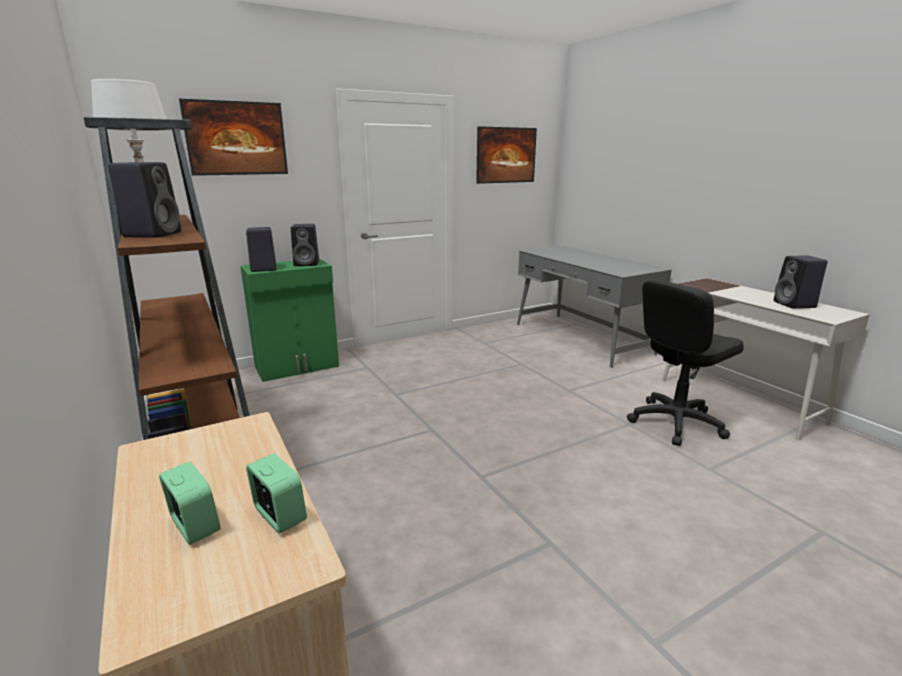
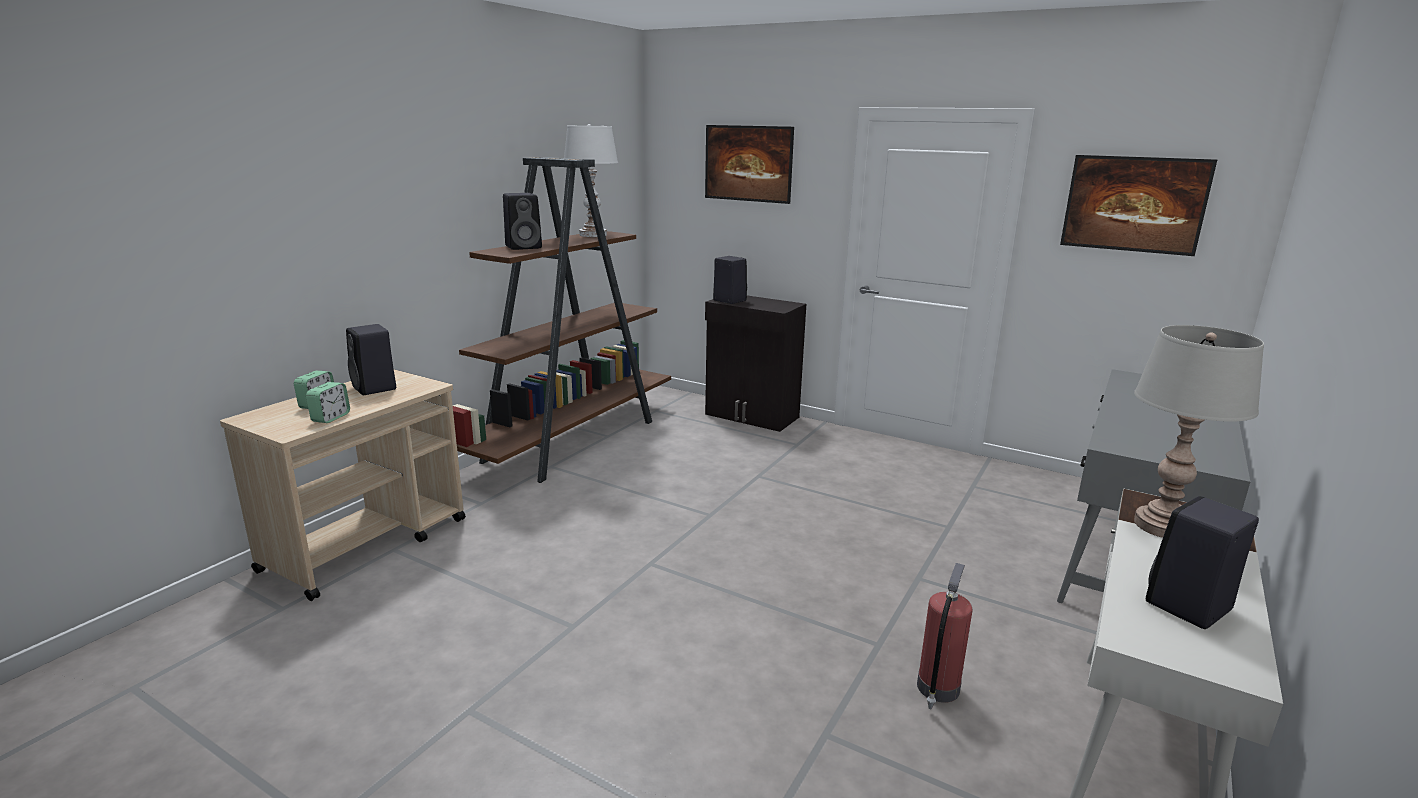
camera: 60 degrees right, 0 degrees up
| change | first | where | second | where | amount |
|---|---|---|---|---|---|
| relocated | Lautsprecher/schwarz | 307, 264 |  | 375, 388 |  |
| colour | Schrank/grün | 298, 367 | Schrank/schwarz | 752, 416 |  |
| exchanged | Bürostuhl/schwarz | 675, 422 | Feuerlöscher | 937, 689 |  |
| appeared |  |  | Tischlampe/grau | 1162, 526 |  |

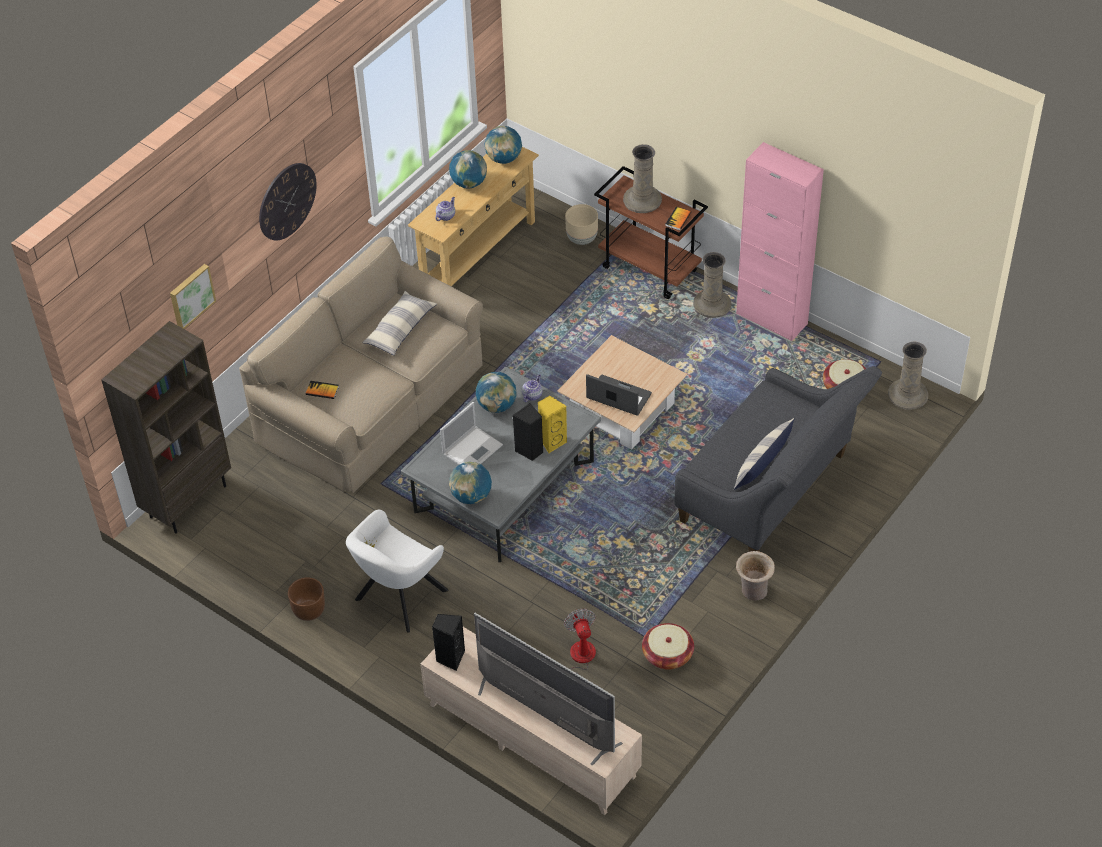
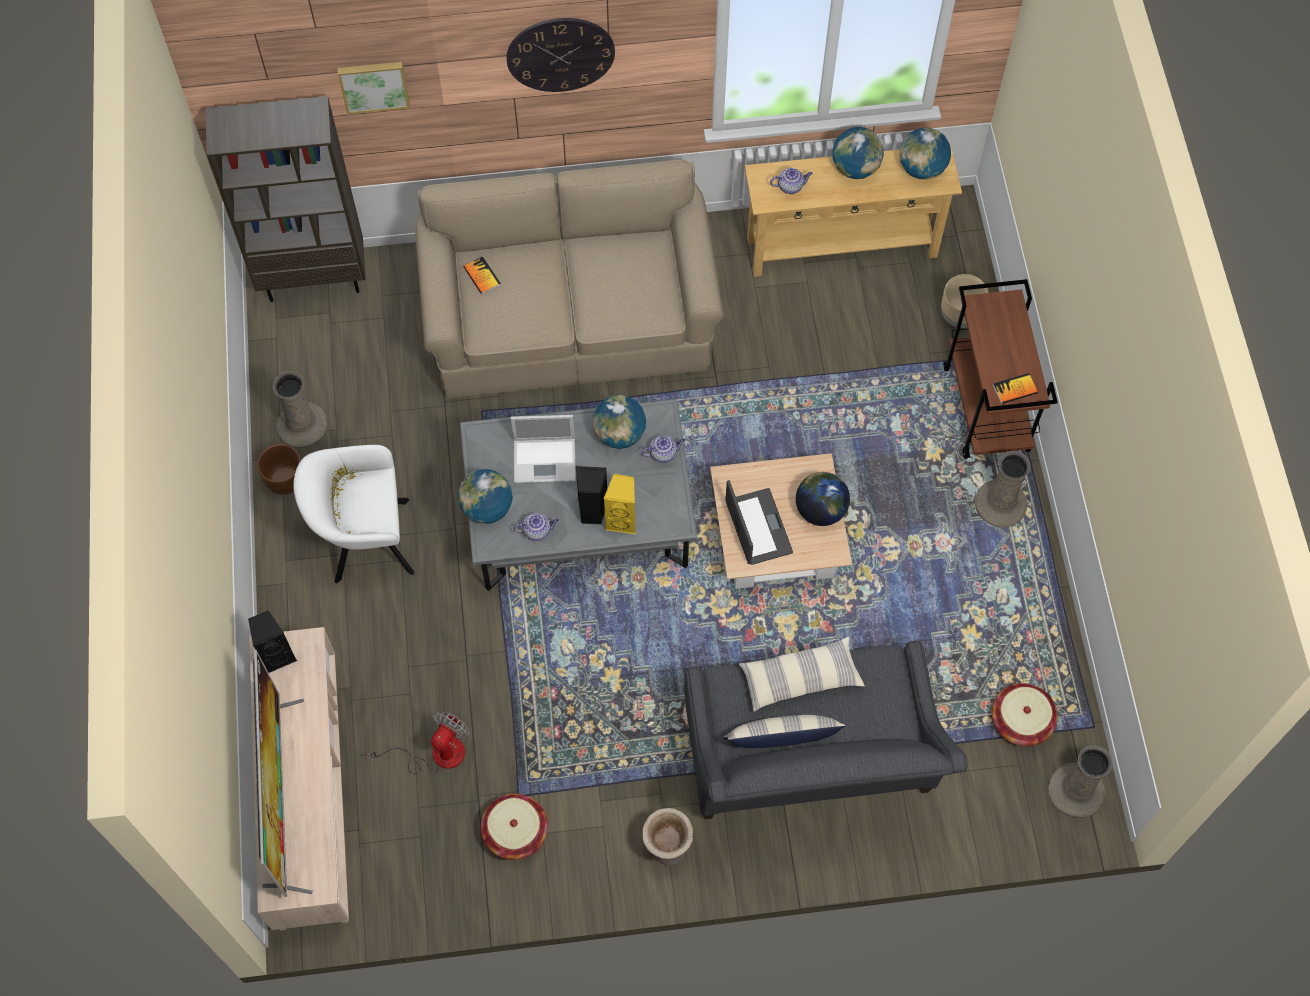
camera: 45 degrees right, 15 degrees up
| change | first | where | second | where | amount |
|---|---|---|---|---|---|
| relocated | Vase/beige | 642, 200 |  | 301, 425 |  |
| appeared |  |  | Teekanne | 537, 531 |  |
| relocated | Kissen | 400, 329 |  | 800, 679 |  |
| appeared |  |  | Globus | 820, 510 |  |
| missing | Schrank/rosa | 771, 319 |  |  |  |

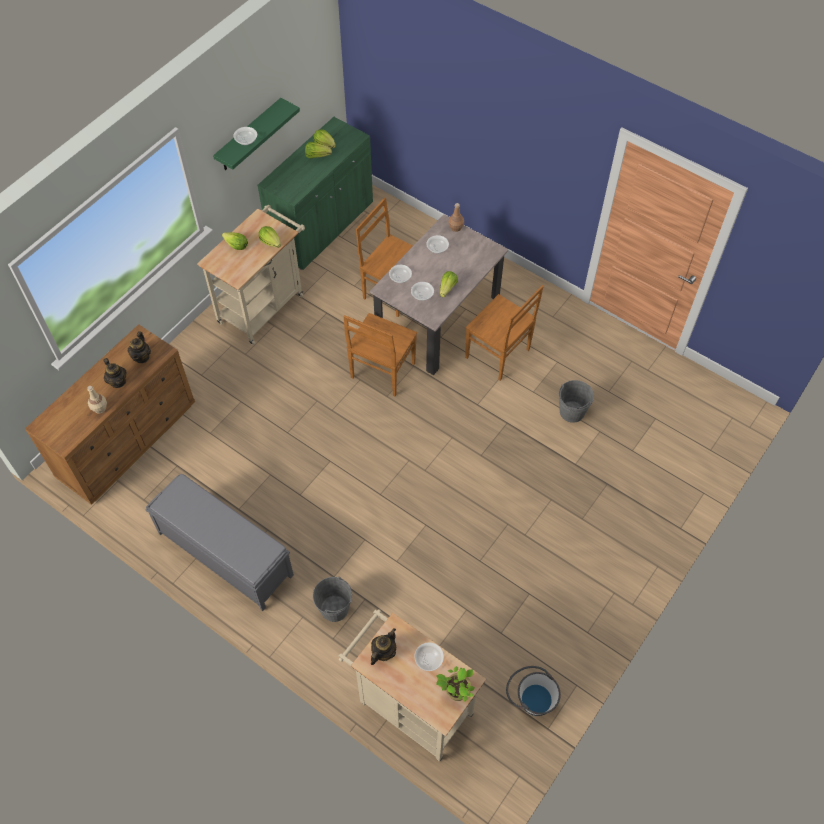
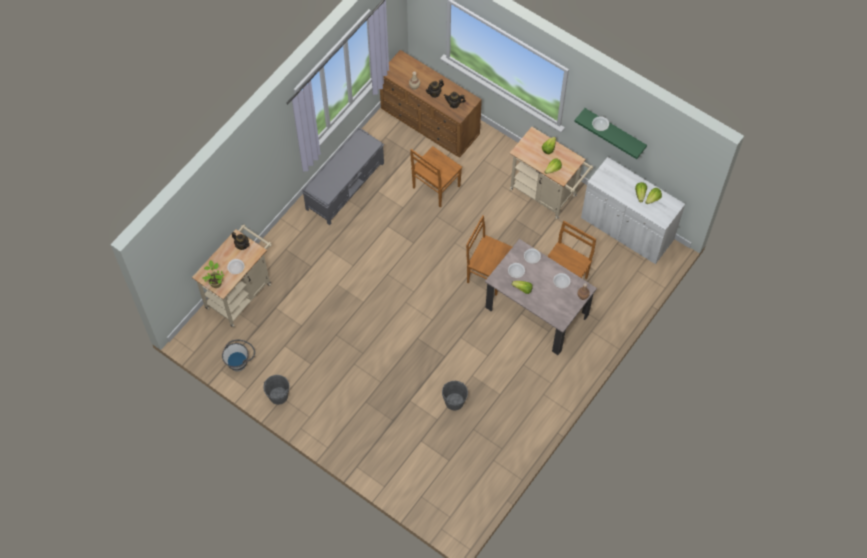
camera: 90 degrees right, 5 degrees up
| change | first | where | second | where | amount |
|---|---|---|---|---|---|
| relocated | Eimer/grau | 334, 608 |  | 278, 395 |  |
| relocated | Stuhl/braun | 499, 355 |  | 435, 188 |  |
| colour | Schrank/grün | 322, 226 | Schrank/weiß | 627, 229 |  |

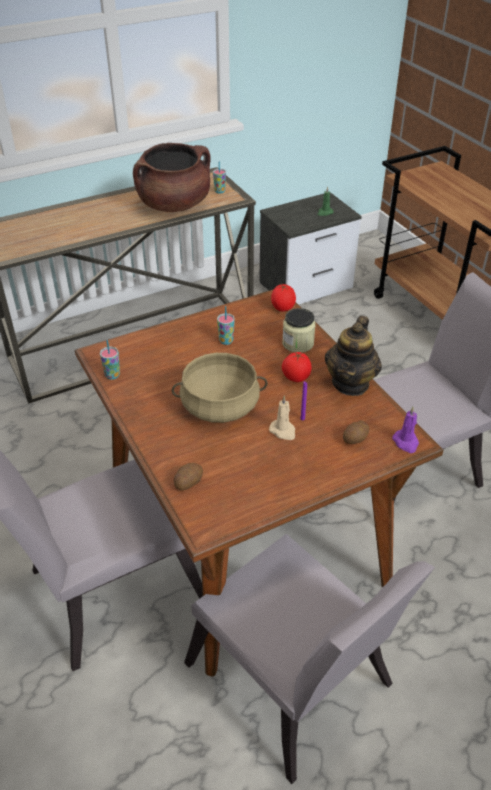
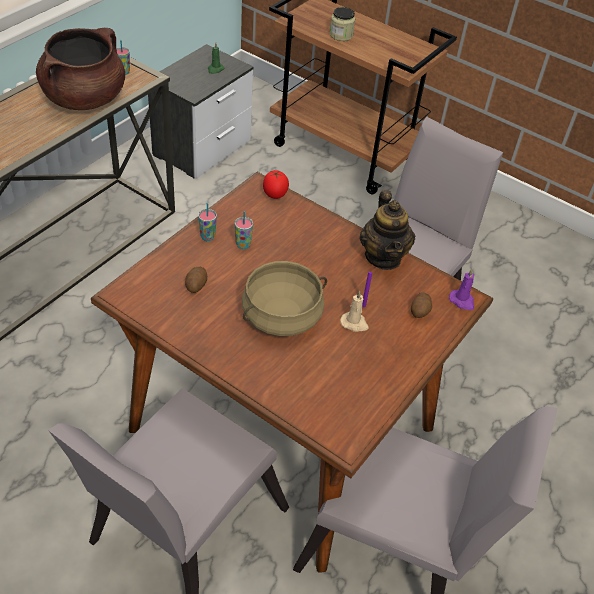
camera: 30 degrees left, 5 degrees up
| change | first | where | second | where | amount |
|---|---|---|---|---|---|
| relocated | Kartoffel | 188, 482 |  | 196, 285 |  |
| relocated | Tasse | 112, 375 |  | 207, 237 |  |
| relocated | Vorratsglas | 298, 343 |  | 341, 35 |  |
| missing | Tomate | 295, 378 |  |  |  |

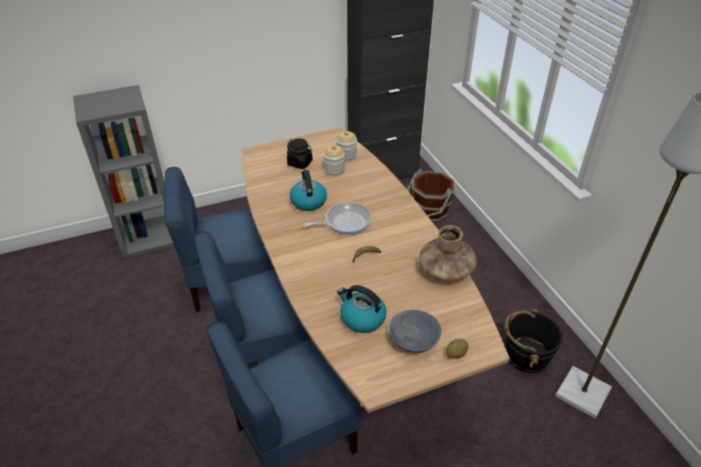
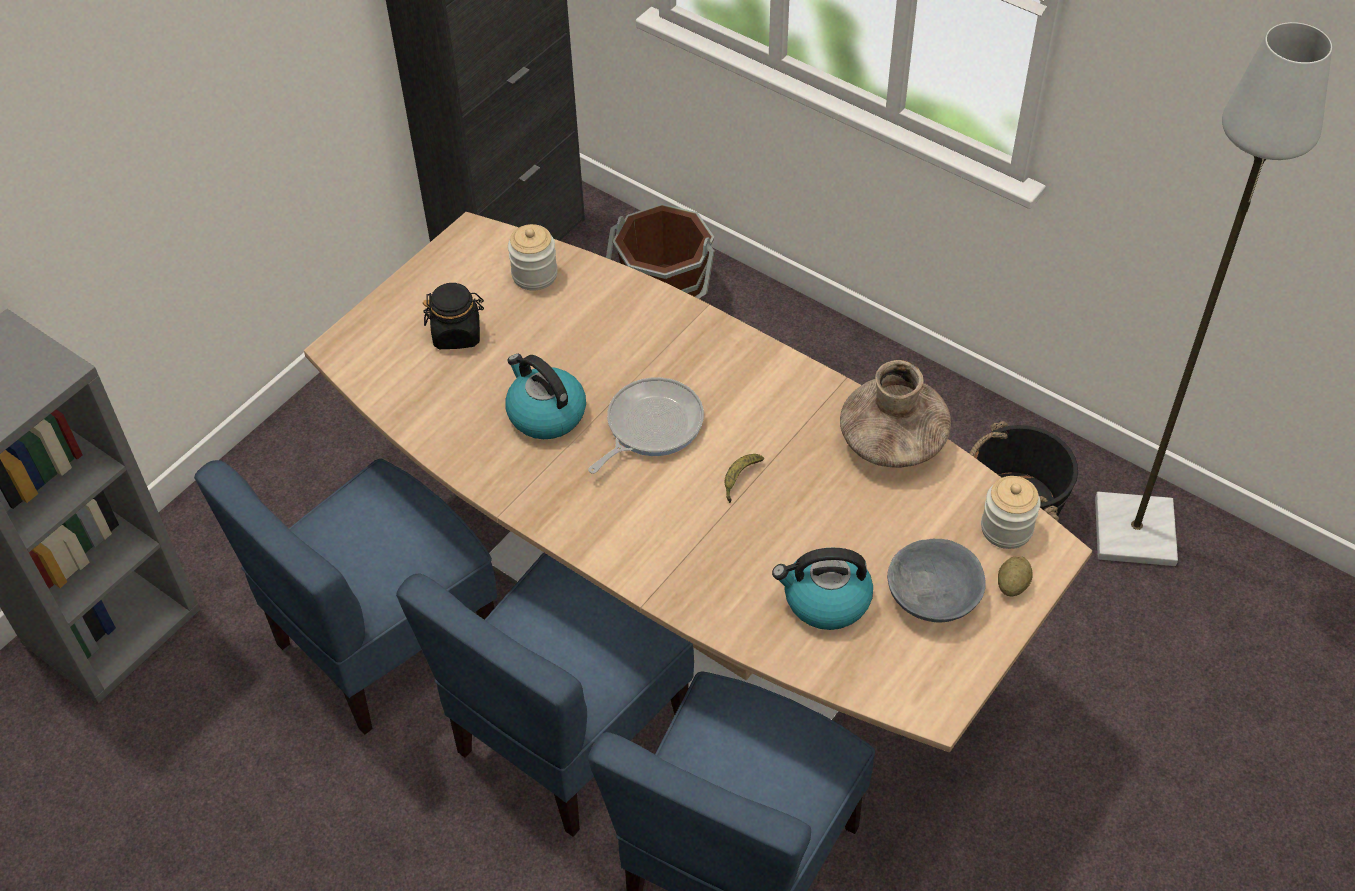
camera: 30 degrees left, 10 degrees up
| change | first | where | second | where | amount |
|---|---|---|---|---|---|
| relocated | Vorratsglas | 334, 170 |  | 1006, 528 |  |

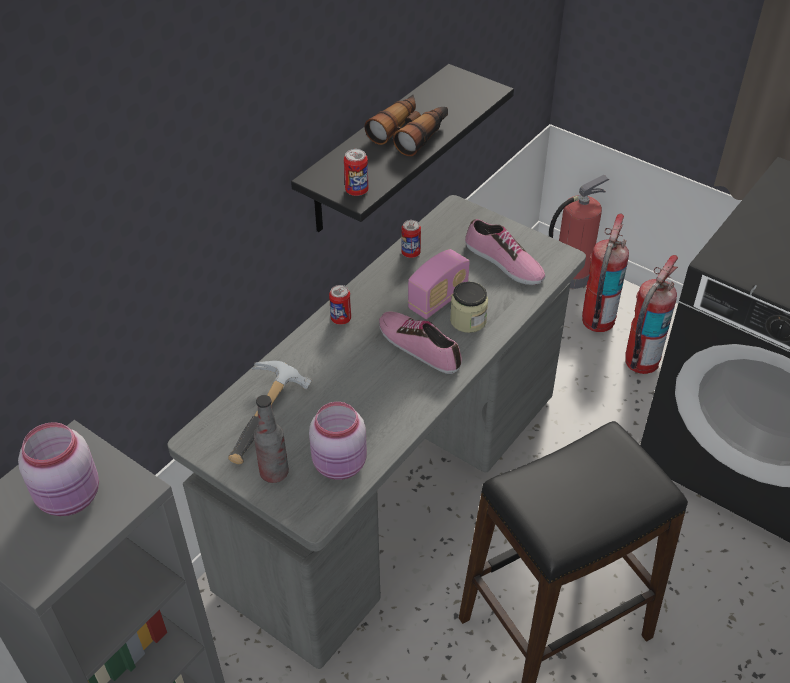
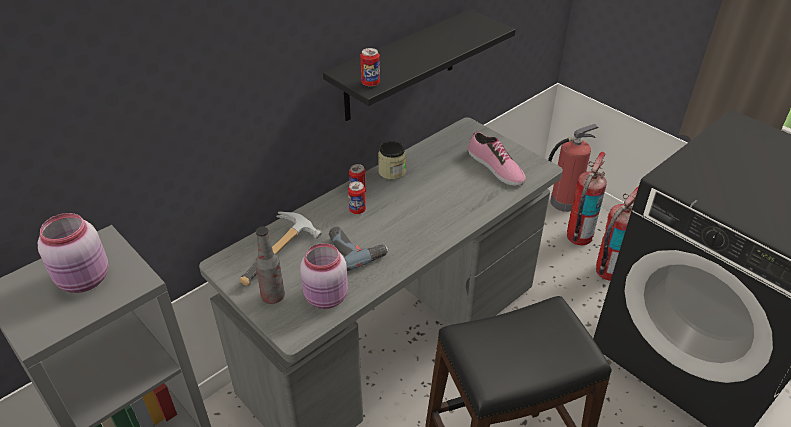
camera: 10 degrees right, 5 degrees down
| change | first | where | second | where | amount |
|---|---|---|---|---|---|
| appeared |  |  | Bohrmaschine | 355, 250 |  |
| relocated | Dose | 410, 253 |  | 357, 210 |  |
| relocated | Vorratsglas | 468, 320 |  | 392, 171 |  |
| missing | Fernglas | 410, 132 |  |  |  |
| missing | Schuh | 419, 346 |  |  |  |
| missing | Radio | 438, 300 |  |  |  |

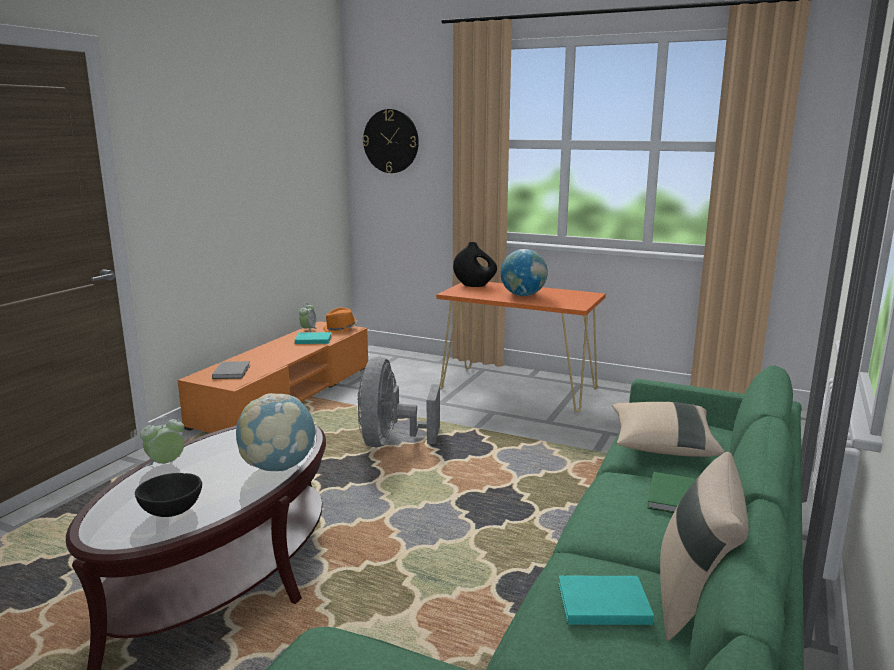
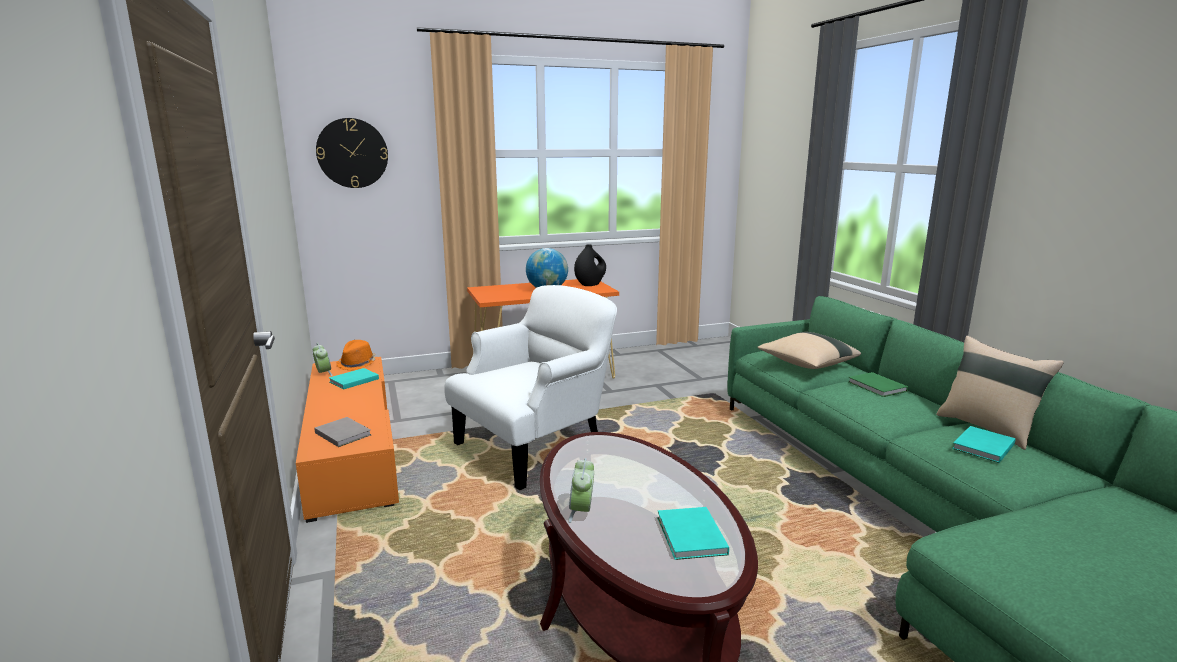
camera: 45 degrees left, 0 degrees up
| change | first | where | second | where | amount |
|---|---|---|---|---|---|
| exchanged | Ventilator/grau | 391, 442 | Sessel/weiß | 535, 447 |  |
| relocated | Vase/schwarz | 474, 285 |  | 590, 284 |  |
| exchanged | Schüssel/schwarz | 171, 511 | Buch/türkis | 690, 537 |  |
| missing | Globus | 278, 467 |  |  |  |

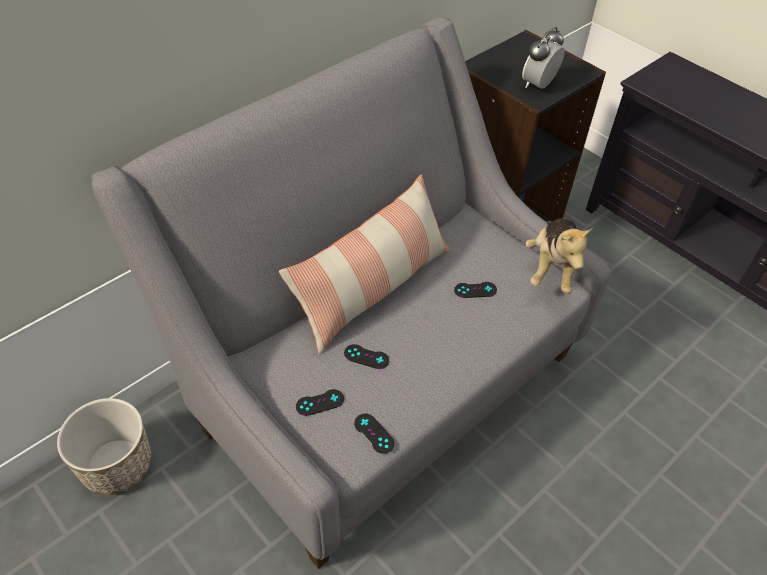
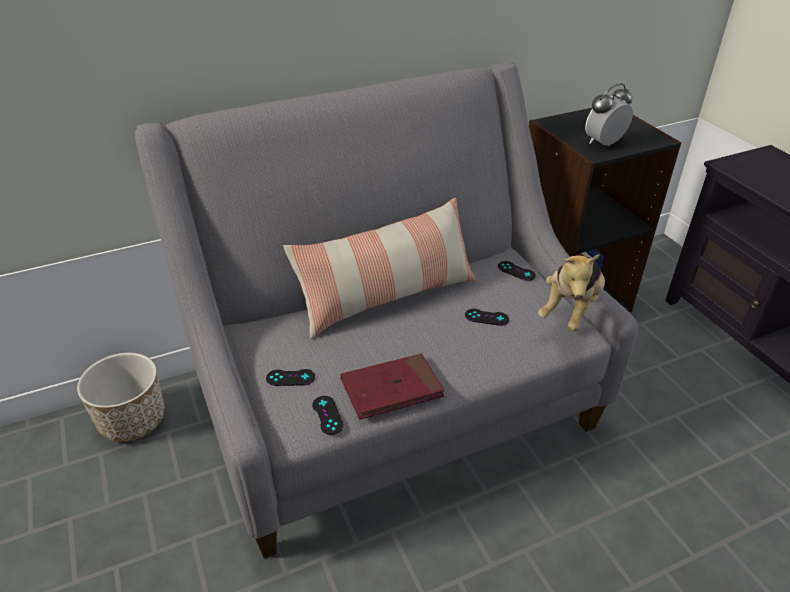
camera: 20 degrees right, 10 degrees down
| change | first | where | second | where | amount |
|---|---|---|---|---|---|
| appeared |  |  | Buch/rot | 392, 389 |  |
| relocated | Gamepad/schwarz | 366, 357 |  | 516, 271 |  |

